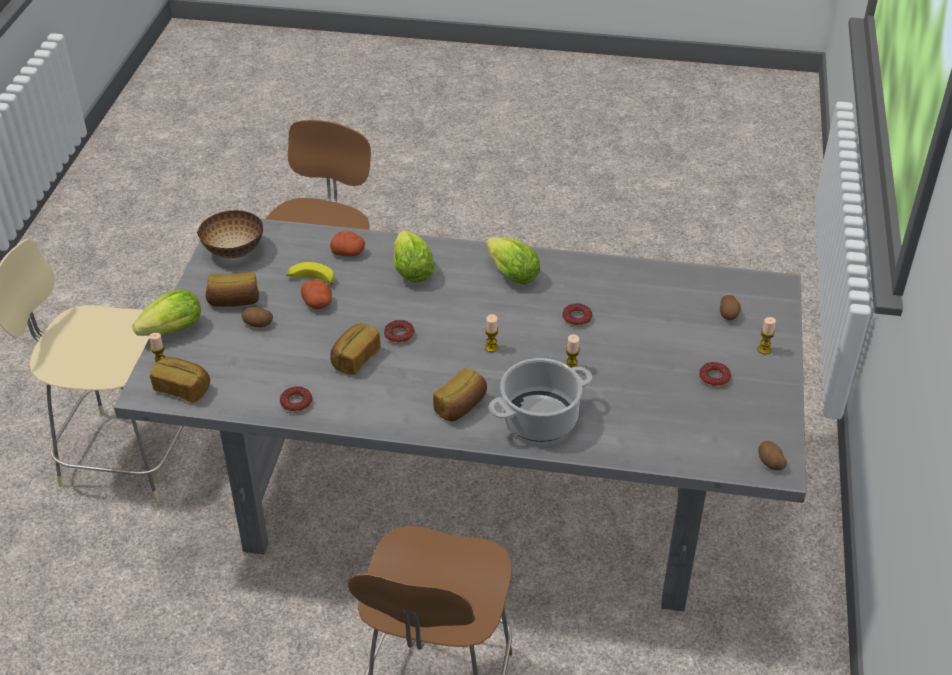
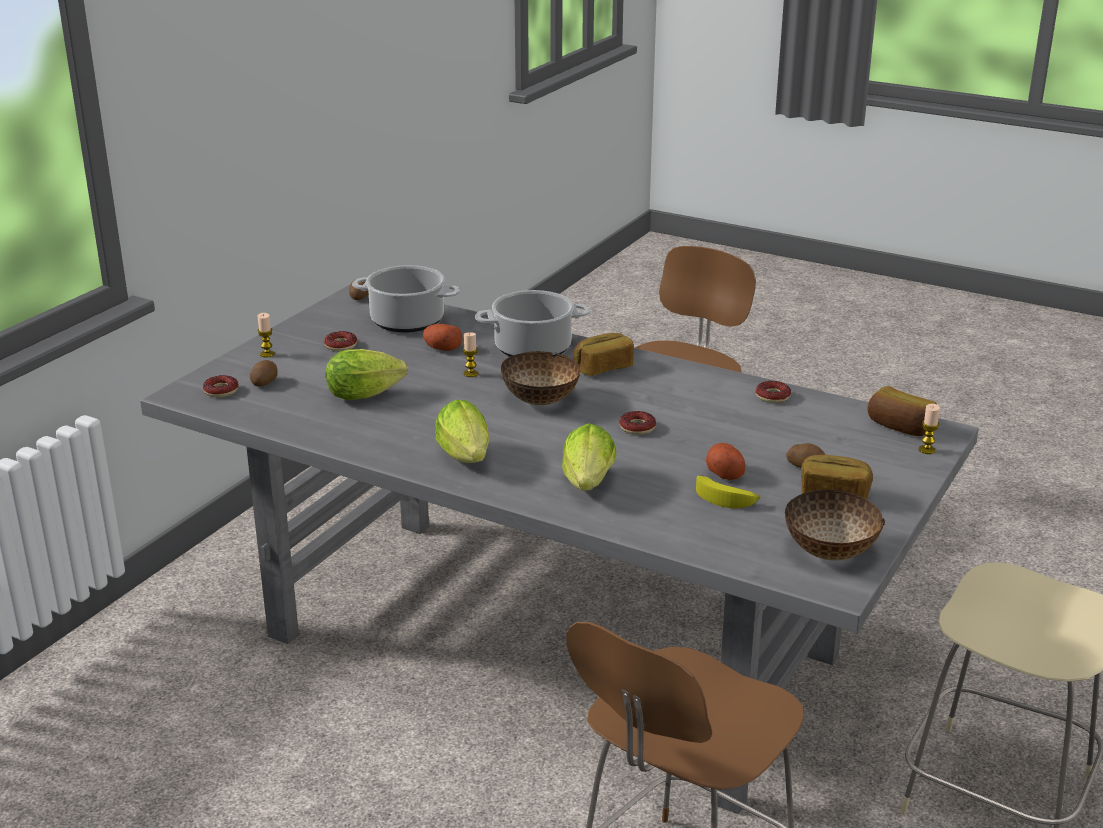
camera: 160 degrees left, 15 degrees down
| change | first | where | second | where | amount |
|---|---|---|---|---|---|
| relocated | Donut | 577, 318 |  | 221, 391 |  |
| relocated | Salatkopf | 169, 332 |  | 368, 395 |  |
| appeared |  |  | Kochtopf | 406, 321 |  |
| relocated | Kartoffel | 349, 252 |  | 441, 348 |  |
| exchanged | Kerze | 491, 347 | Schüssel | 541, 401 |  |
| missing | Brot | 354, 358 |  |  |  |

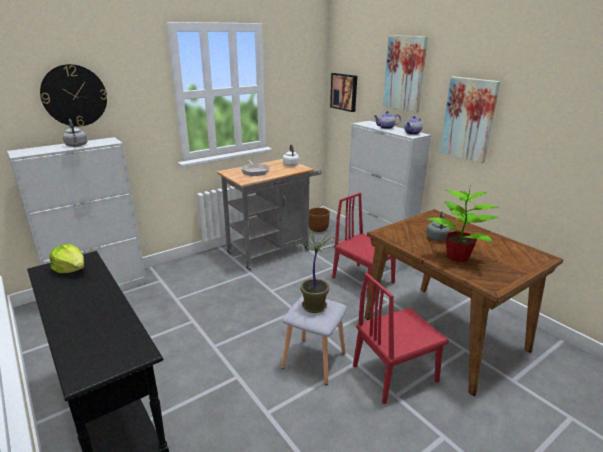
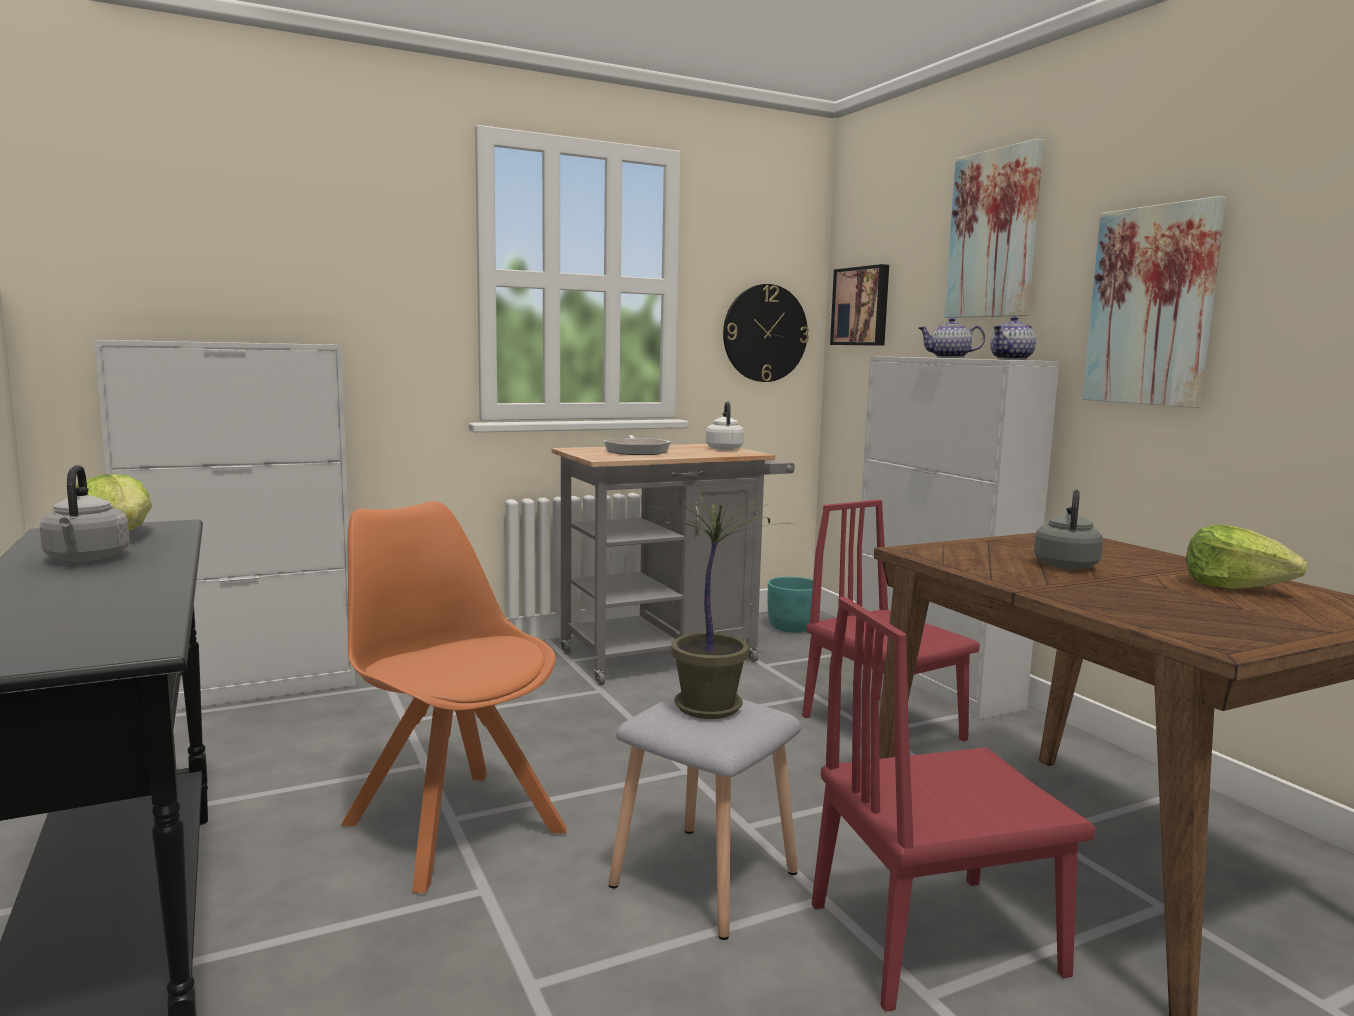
camera: 10 degrees right, 15 degrees down
| change | first | where | second | where | amount |
|---|---|---|---|---|---|
| relocated | Wasserkessel/grau | 76, 146 |  | 86, 559 |  |
| appeared |  |  | Stuhl/orange | 451, 824 |  |
| relocated | Wanduhr | 74, 95 |  | 765, 333 |  |
| colour | Pflanzkübel/braun | 318, 229 | Pflanzkübel/türkis | 792, 627 |  |
| appeared |  |  | Salatkopf | 1234, 586 |  |
| missing | Topfpflanze | 458, 257 |  |  |  |

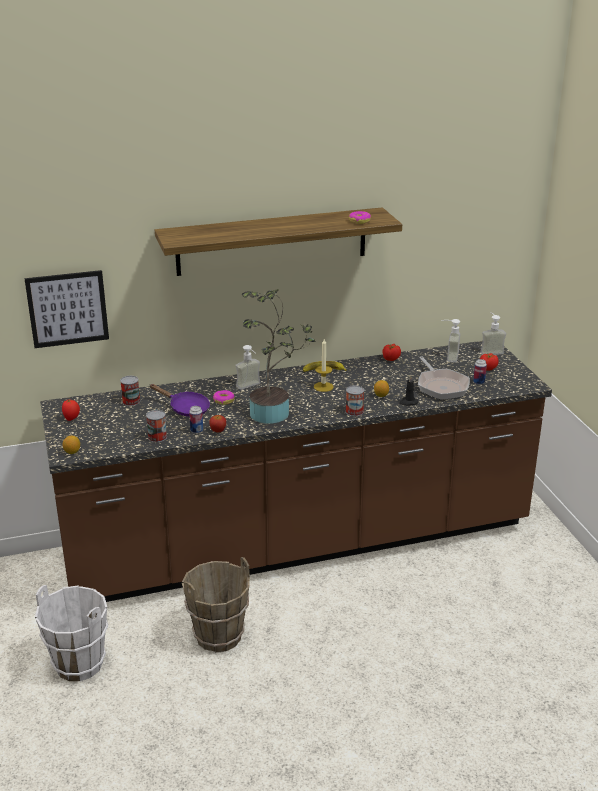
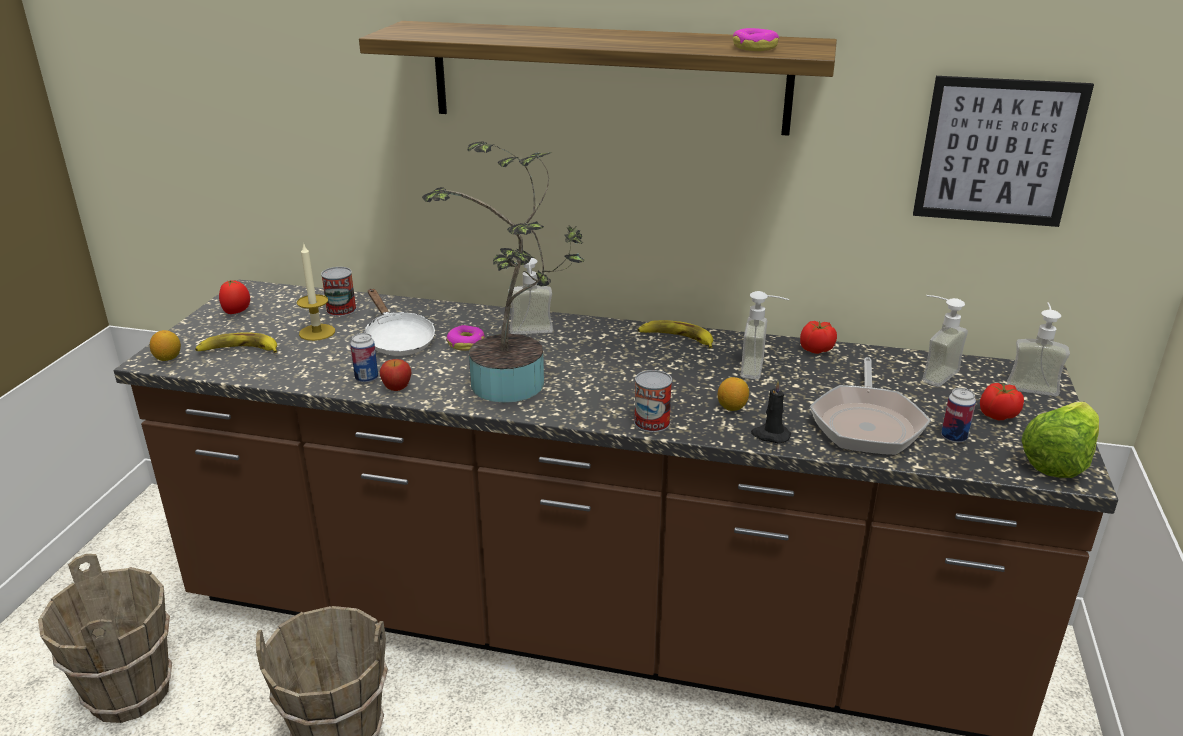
camera: 30 degrees right, 0 degrees up
| change | first | where | second | where | amount |
|---|---|---|---|---|---|
| colour | Eimer/weiß | 79, 664 | Eimer/braun | 131, 692 |  |
| appeared |  |  | Banane | 239, 350 |  |
| relocated | Kerze | 323, 387 |  | 317, 332 |  |
| colour | Pfanne/lila | 185, 408 | Pfanne/weiß | 397, 340 |  |
| appeared |  |  | Seifenspender | 761, 369 |  |
| relocated | Bild | 67, 309 |  | 998, 151 |  |
| appeared |  |  | Salatkopf | 1057, 461 |  |
| missing | Dose | 157, 437 |  |  |  |

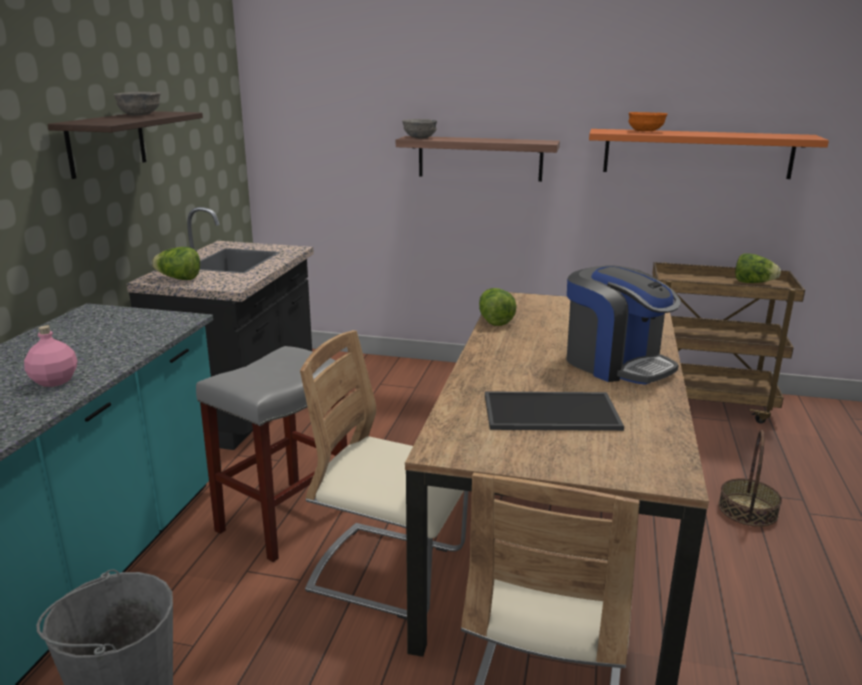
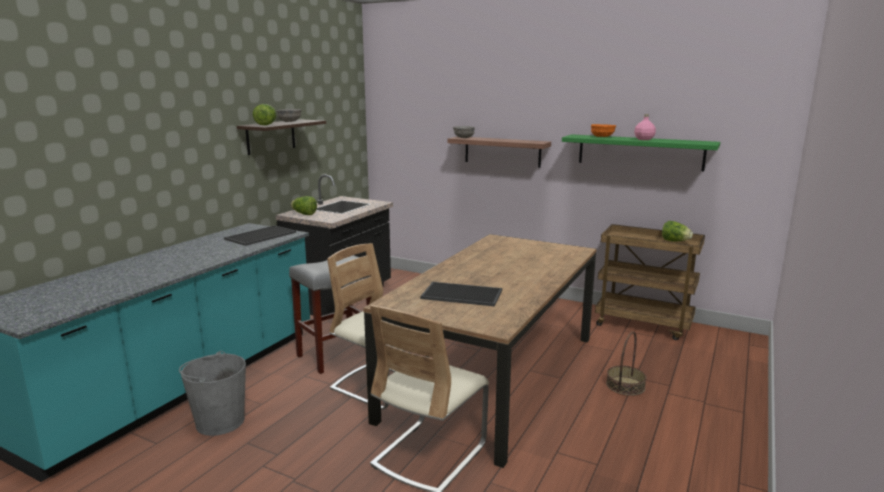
camera: 15 degrees right, 5 degrees down
| change | first | where | second | where | amount |
|---|---|---|---|---|---|
| appeared |  |  | Tablett | 261, 236 |  |
| relocated | Salatkopf | 494, 321 |  | 266, 124 |  |
| colour | Wandregal/orange | 697, 153 | Wandregal/grün | 640, 152 |  |
| relocated | Flasche/rosa | 54, 381 |  | 644, 139 |  |
| missing | Kaffeemaschine | 616, 364 |  |  |  |

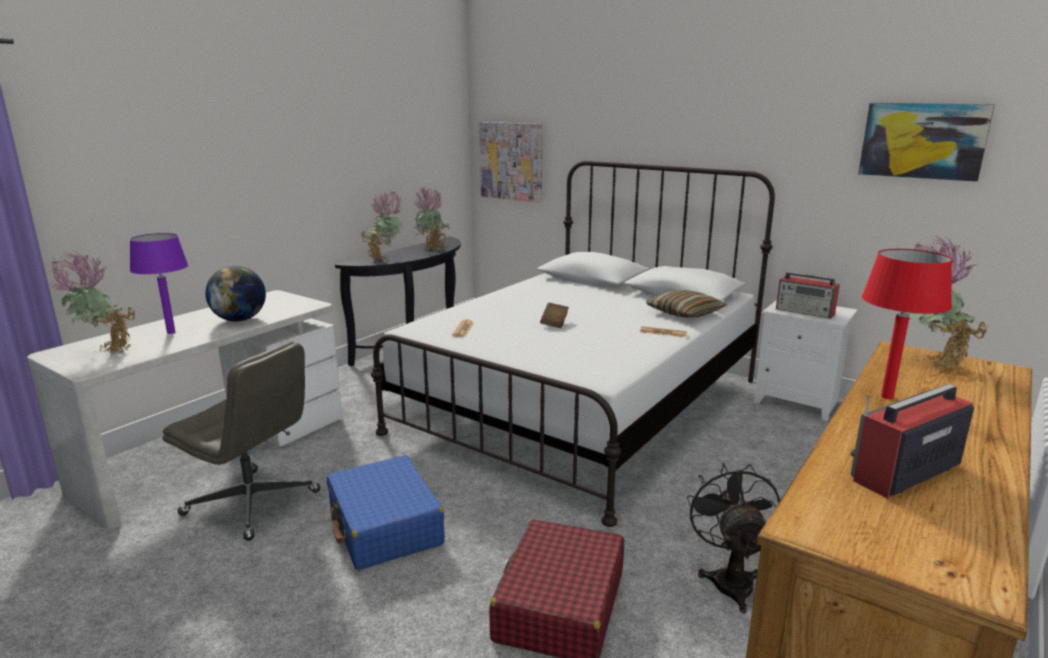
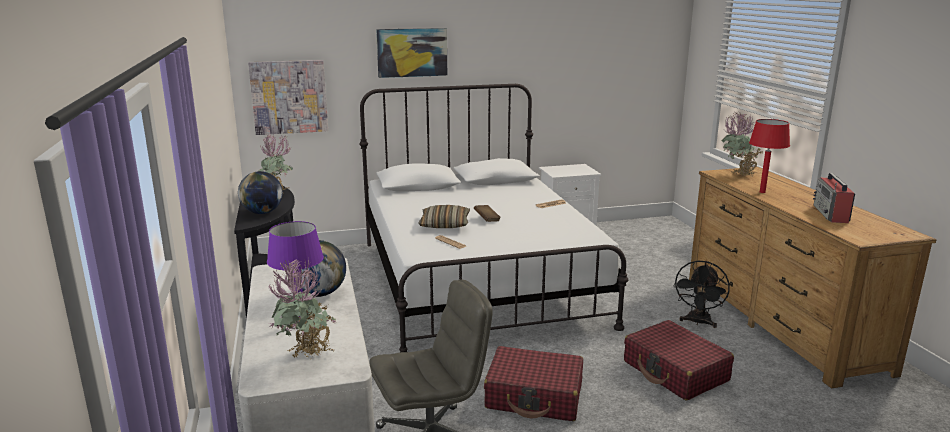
camera: 50 degrees left, 0 degrees up
| change | first | where | second | where | amount |
|---|---|---|---|---|---|
| exchanged | Topfpflanze | 385, 258 | Globus | 262, 212 |  |
| relocated | Bild | 922, 141 |  | 412, 52 |  |
| relocated | Kissen | 684, 313 |  | 444, 224 |  |
| colour | Koffer/blau | 385, 526 | Koffer/rot | 534, 396 |  |
| spun | Ventilator/schwarz | 730, 579 |  | 698, 322 | 105 degrees counterclockwise |
| missing | Radio | 805, 312 |  |  |  |

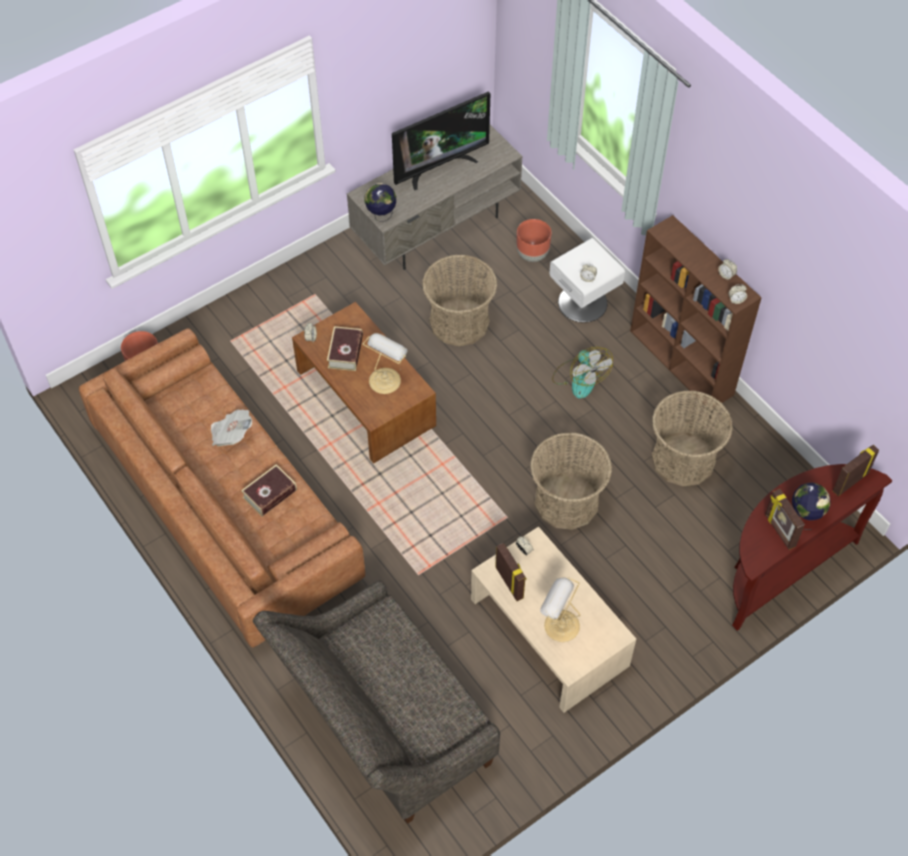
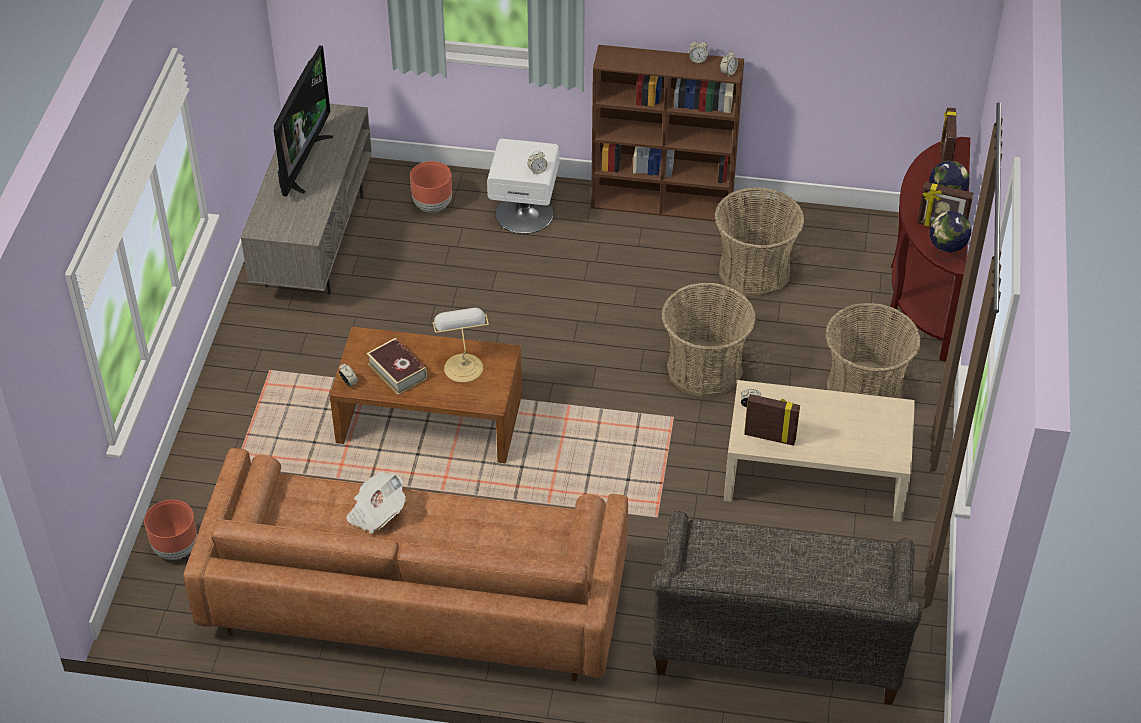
camera: 45 degrees left, 10 degrees down
| change | first | where | second | where | amount |
|---|---|---|---|---|---|
| relocated | Korb | 459, 322 |  | 864, 390 |  |
| relocated | Globus | 381, 216 |  | 945, 255 |  |
| missing | Buch | 270, 494 |  |  |  |
| missing | Tischlampe | 559, 625 |  |  |  |
| missing | Ventilator | 579, 378 |  |  |  |

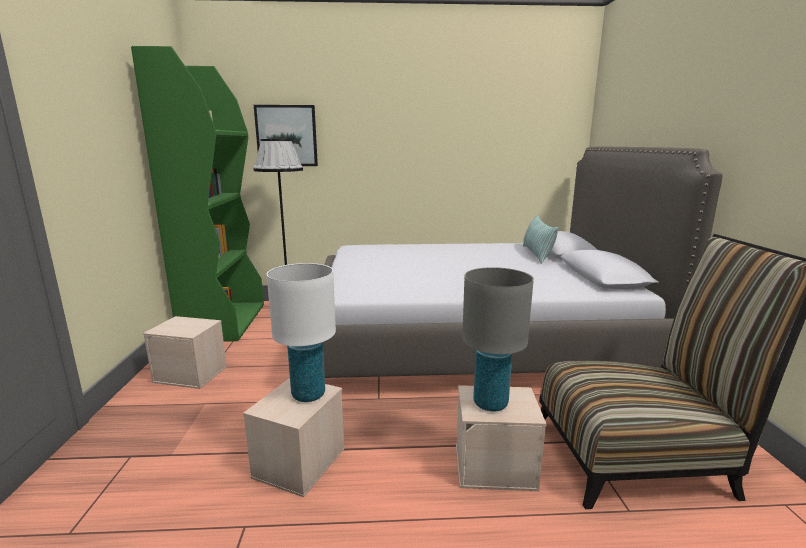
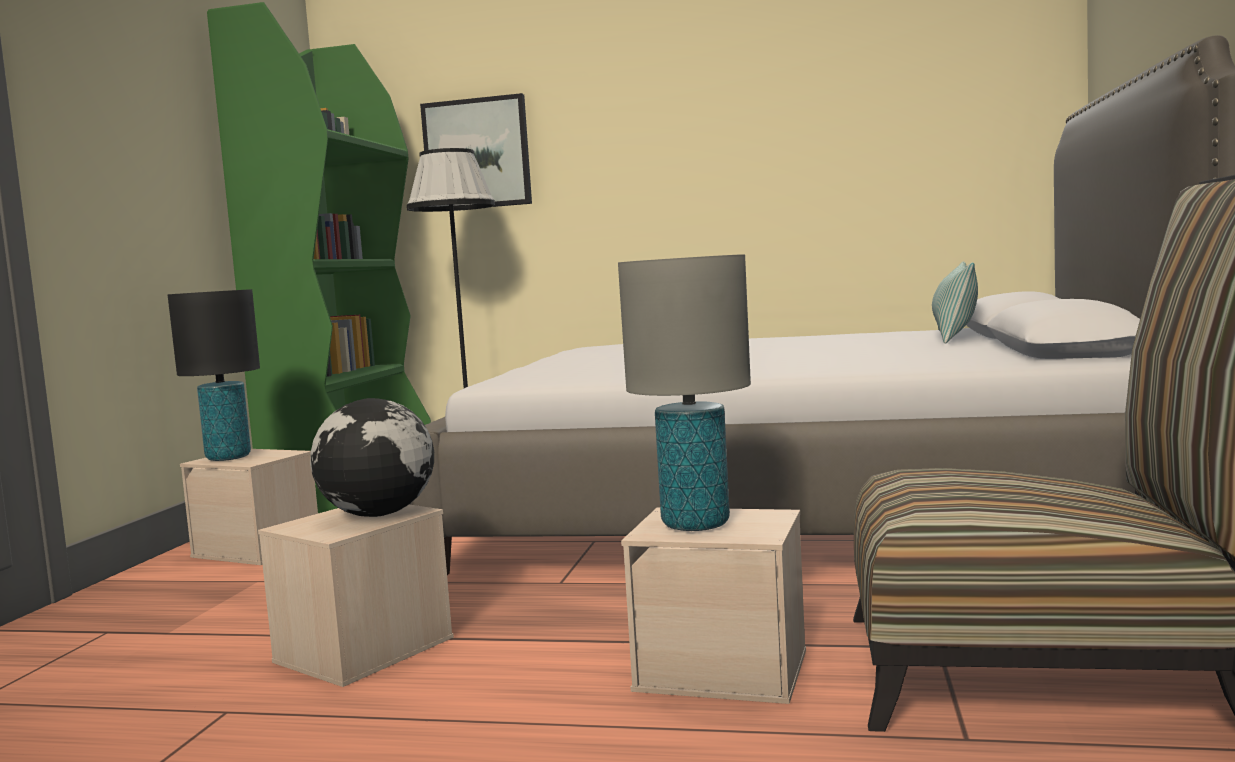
camera: 15 degrees right, 10 degrees down
| change | first | where | second | where | amount |
|---|---|---|---|---|---|
| appeared |  |  | Tischlampe/schwarz | 228, 458 |  |
| exchanged | Tischlampe/weiß | 308, 394 | Globus | 379, 514 |  |

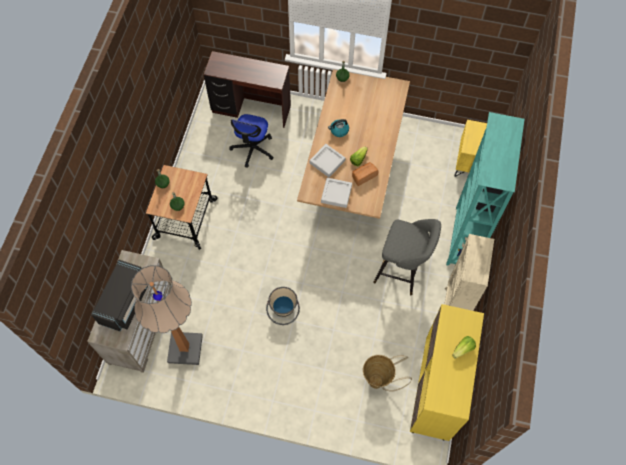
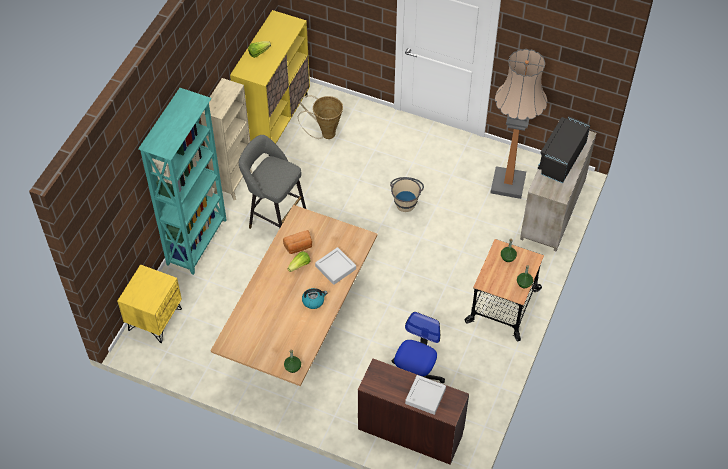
camera: 170 degrees left, 10 degrees down
| change | first | where | second | where | amount |
|---|---|---|---|---|---|
| relocated | Tablett/grau | 336, 194 |  | 425, 396 |  |

